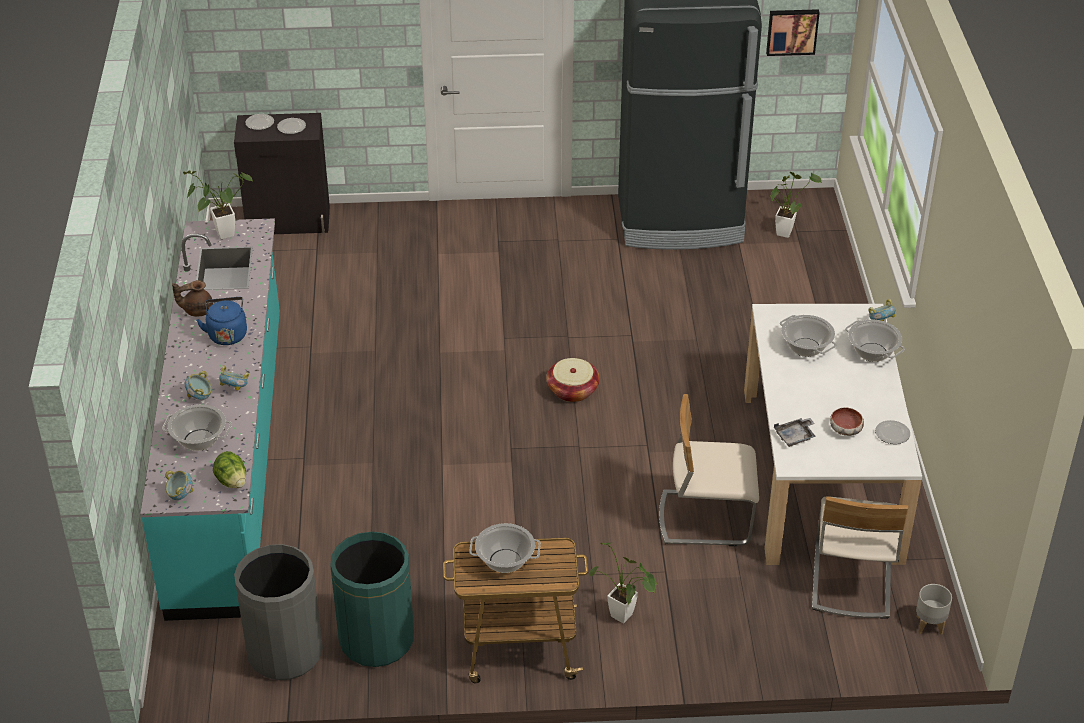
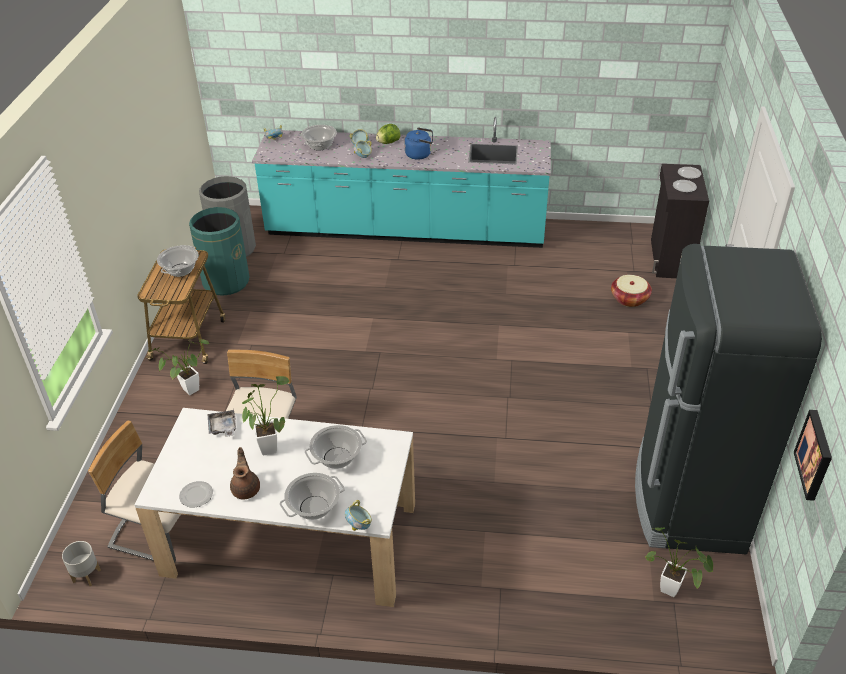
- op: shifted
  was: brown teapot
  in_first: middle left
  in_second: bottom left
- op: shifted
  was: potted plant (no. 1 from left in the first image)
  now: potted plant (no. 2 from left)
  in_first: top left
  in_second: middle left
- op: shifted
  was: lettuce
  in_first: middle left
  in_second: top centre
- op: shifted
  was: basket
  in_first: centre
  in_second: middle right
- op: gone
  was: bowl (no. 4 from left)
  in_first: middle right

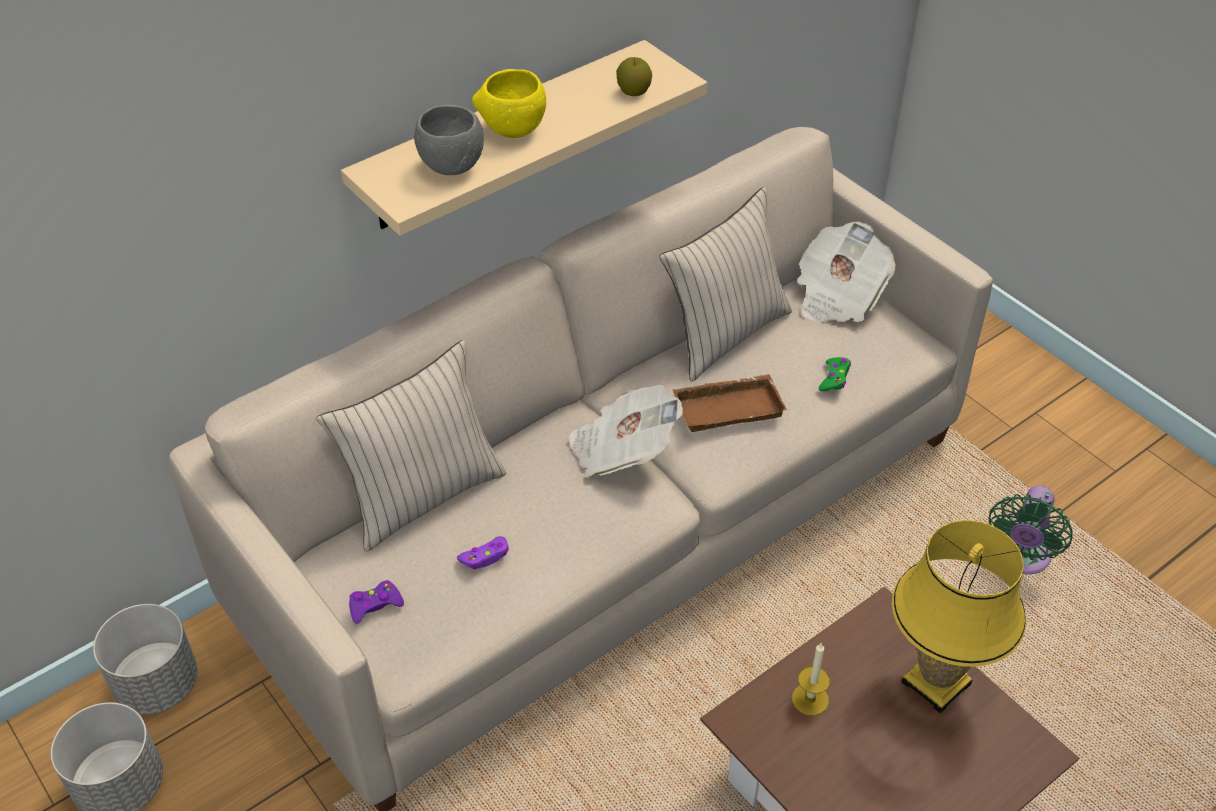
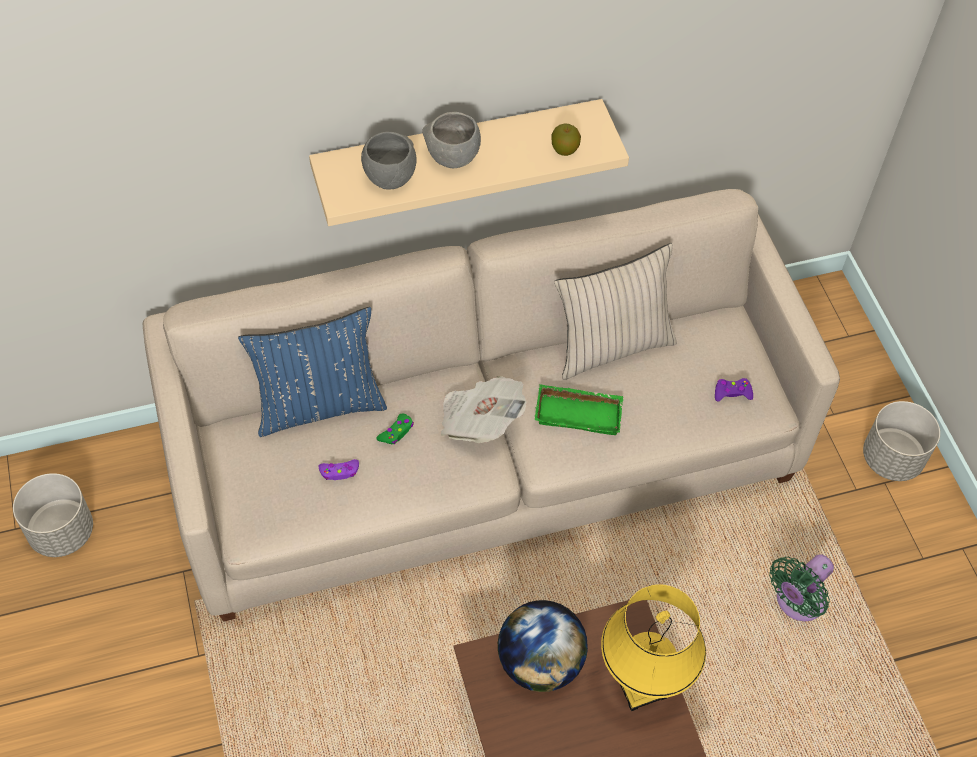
- op: repainted
  was: beige pillow (no. 1 from left)
  now: blue pillow
  in_first: centre
  in_second: middle left
- op: shifted
  was: green game controller
  in_first: middle right
  in_second: centre
- op: repainted
  was: yellow bowl
  now: grey bowl (no. 2 from left)
  in_first: top centre
  in_second: top centre
- op: swapped
  was: candle
  now: globe
  in_first: bottom right
  in_second: bottom centre
- op: repainted
  was: brown tray
  now: green tray
  in_first: centre
  in_second: centre
- op: shifted
  was: purple game controller (no. 1 from left in the first image)
  now: purple game controller (no. 2 from left)
  in_first: bottom left
  in_second: middle right
- op: shifted
  was: grey planter (no. 2 from left)
  in_first: bottom left
  in_second: middle right
- op: gone
  was: newspaper (no. 2 from left)
  in_first: middle right

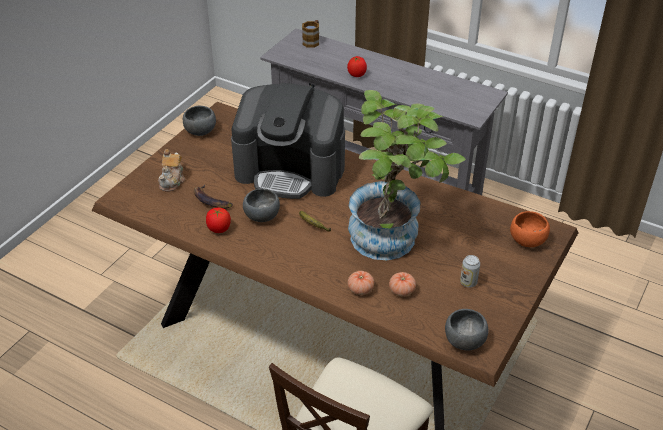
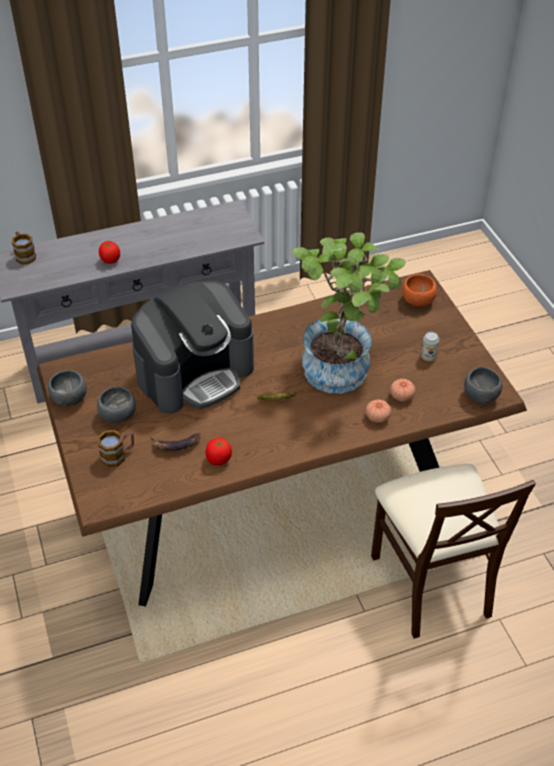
- op: shifted
  was: grey bowl (no. 2 from left)
  in_first: centre
  in_second: middle left
- op: swapped
  was: teapot
  now: mug (no. 2 from left)
  in_first: middle left
  in_second: middle left

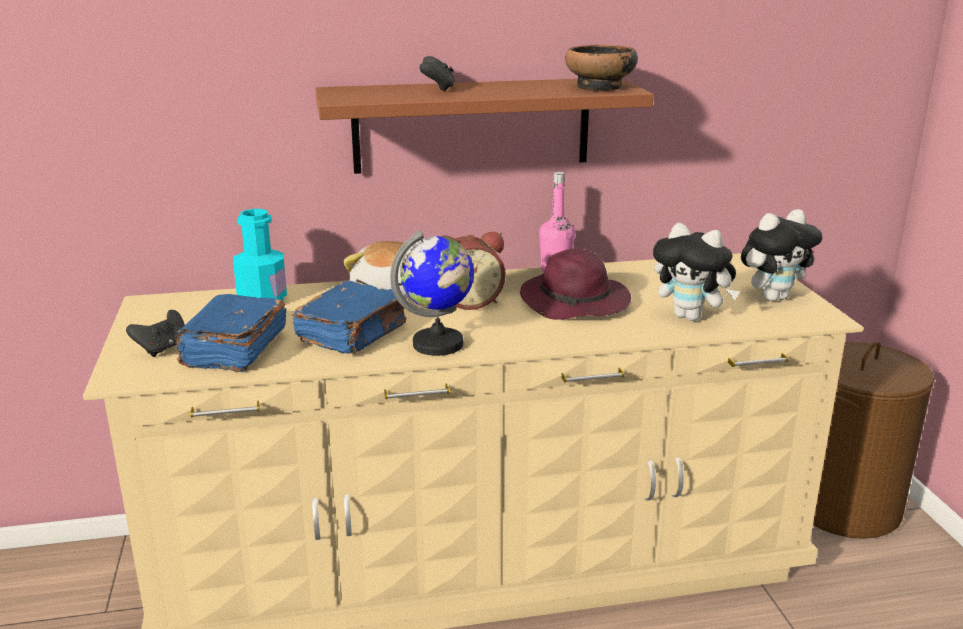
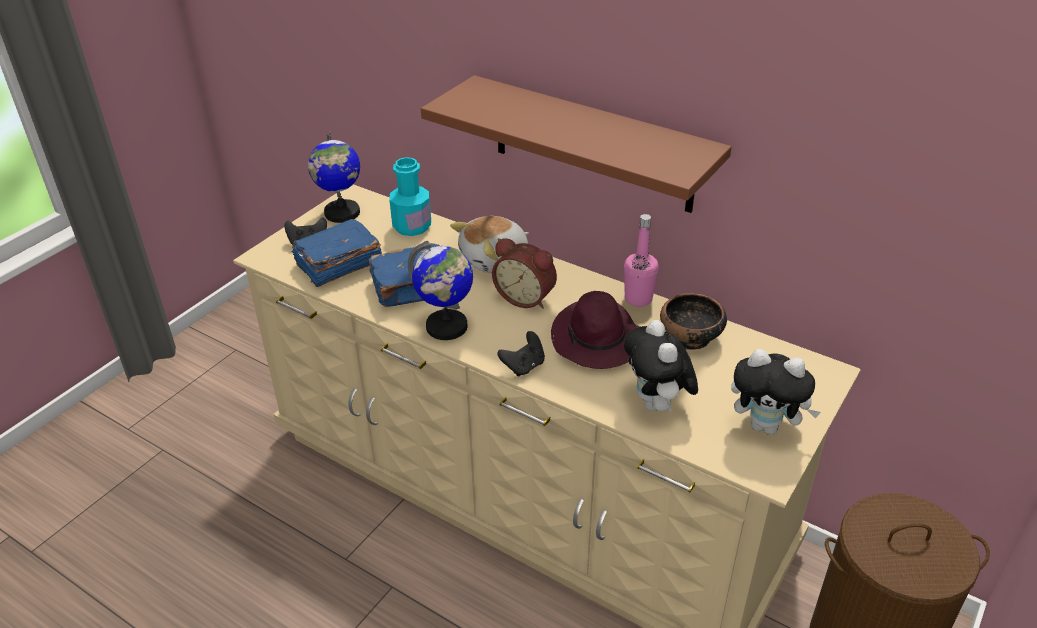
- op: new
  now: globe (no. 1 from left)
  in_second: top left
- op: shifted
  was: black game controller (no. 2 from left)
  in_first: top centre
  in_second: centre
- op: shifted
  was: bowl
  in_first: top centre
  in_second: middle right

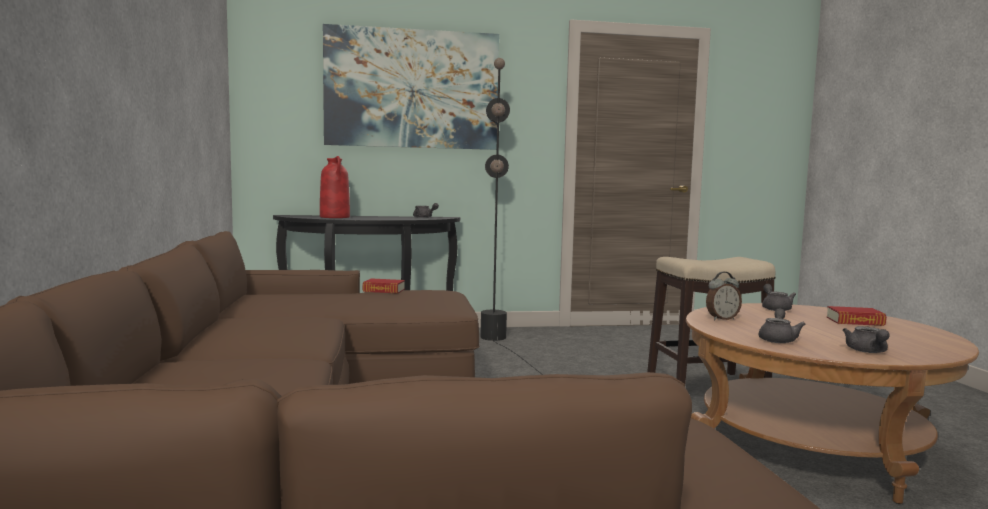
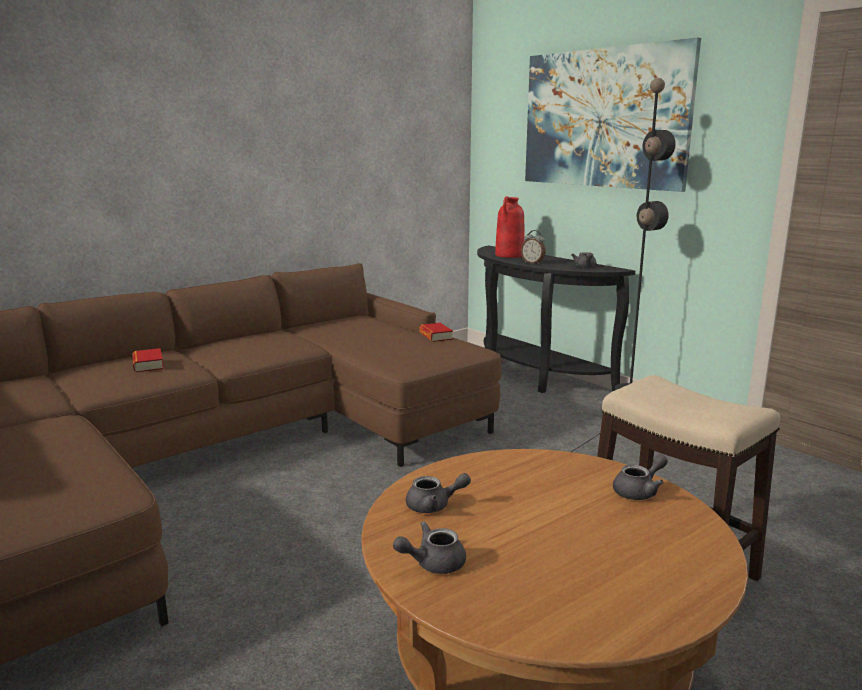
- op: shifted
  was: book (no. 2 from left in the first image)
  now: book (no. 1 from left)
  in_first: middle right
  in_second: middle left
- op: shifted
  was: alarm clock
  in_first: middle right
  in_second: centre

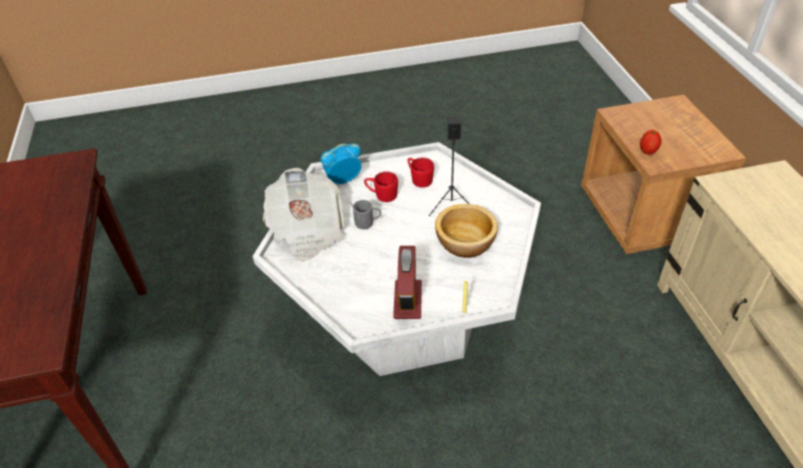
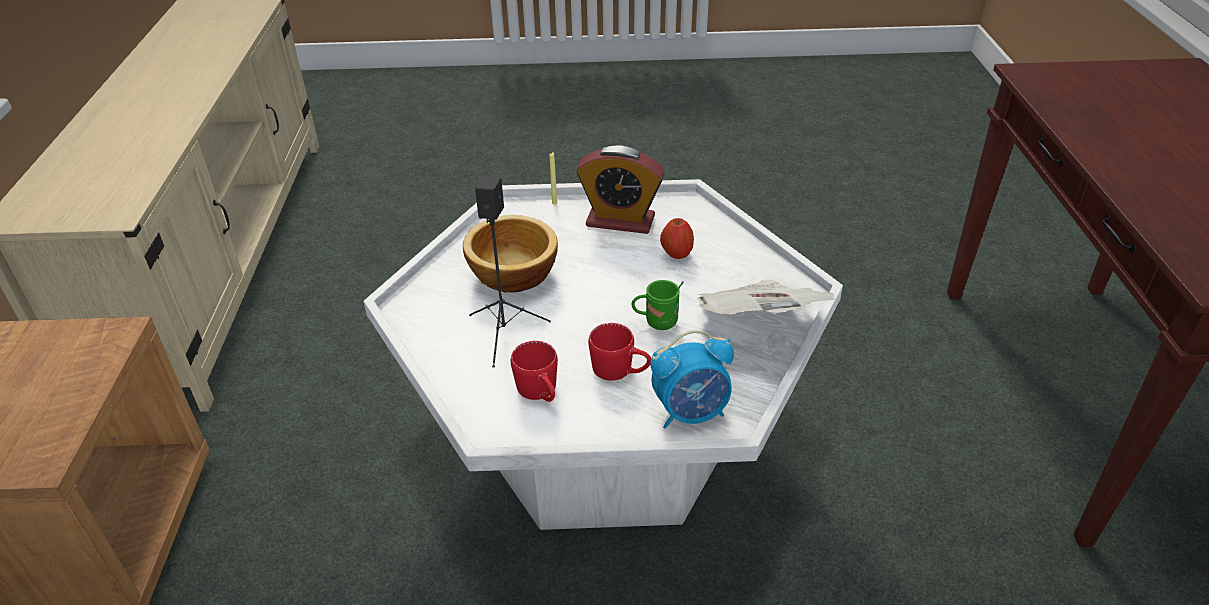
- op: rotated
  was: alarm clock (no. 2 from left in the first image)
  in_first: centre
  in_second: top centre
  clockwise: -90
- op: repainted
  was: grey mug
  now: green mug
  in_first: centre
  in_second: centre
- op: shifted
  was: apple
  in_first: top right
  in_second: centre

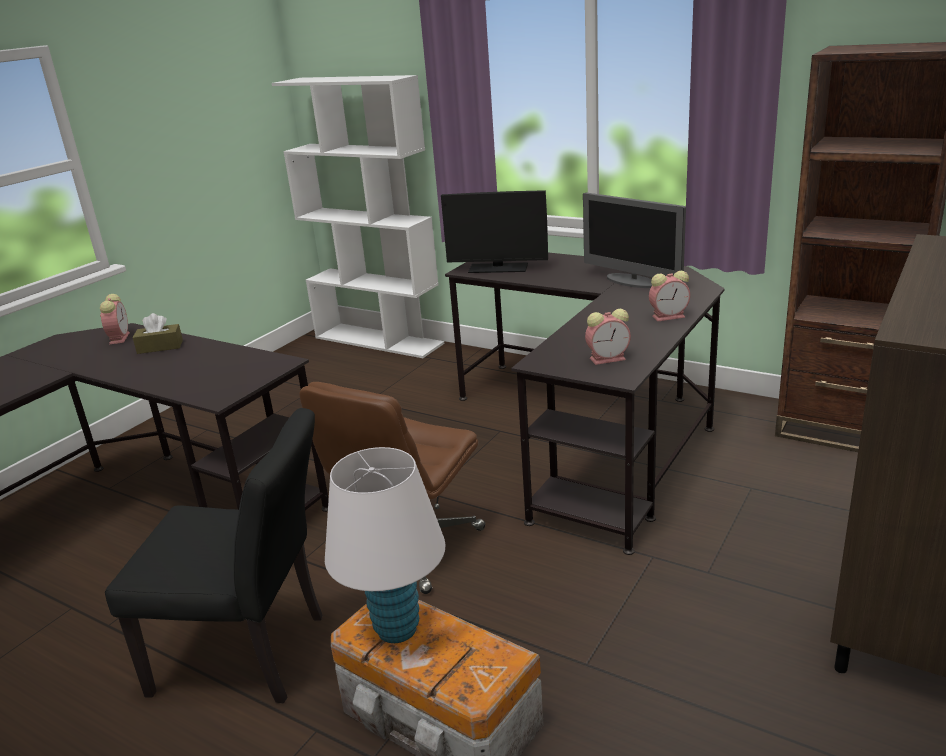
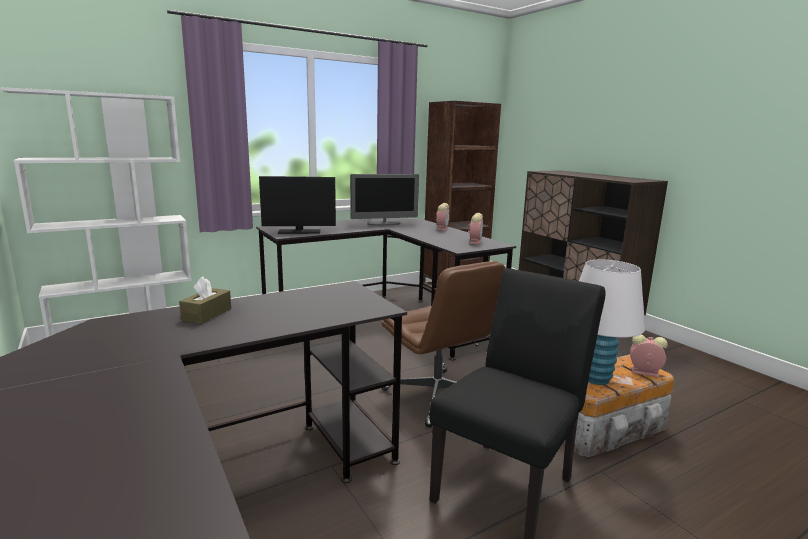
- op: rotated
  was: monitor (no. 1 from left)
  in_first: top centre
  in_second: centre
  clockwise: 45
- op: shifted
  was: alarm clock (no. 1 from left in the first image)
  now: alarm clock (no. 3 from left)
  in_first: middle left
  in_second: middle right

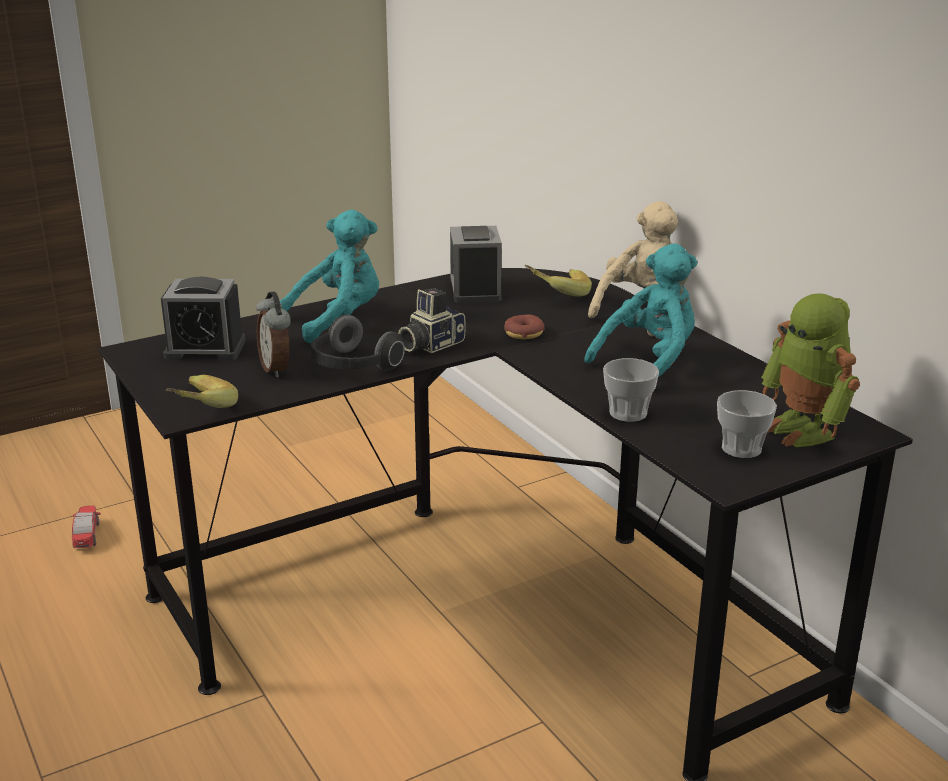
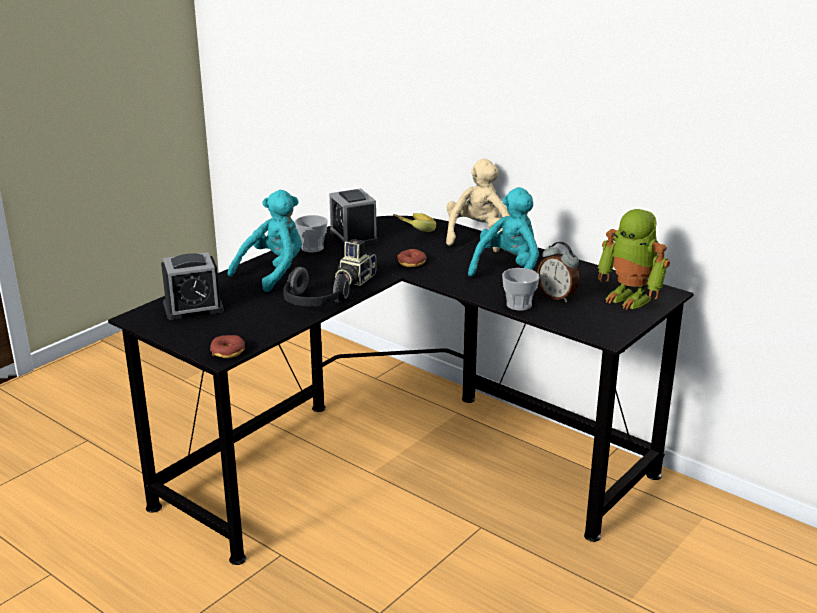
- op: swapped
  was: banana (no. 1 from left)
  now: donut (no. 1 from left)
  in_first: middle left
  in_second: middle left
- op: shifted
  was: cup (no. 2 from left in the first image)
  now: cup (no. 1 from left)
  in_first: middle right
  in_second: centre
- op: shifted
  was: alarm clock (no. 2 from left in the first image)
  now: alarm clock (no. 3 from left)
  in_first: middle left
  in_second: middle right
- op: gone
  was: toy car
  in_first: bottom left

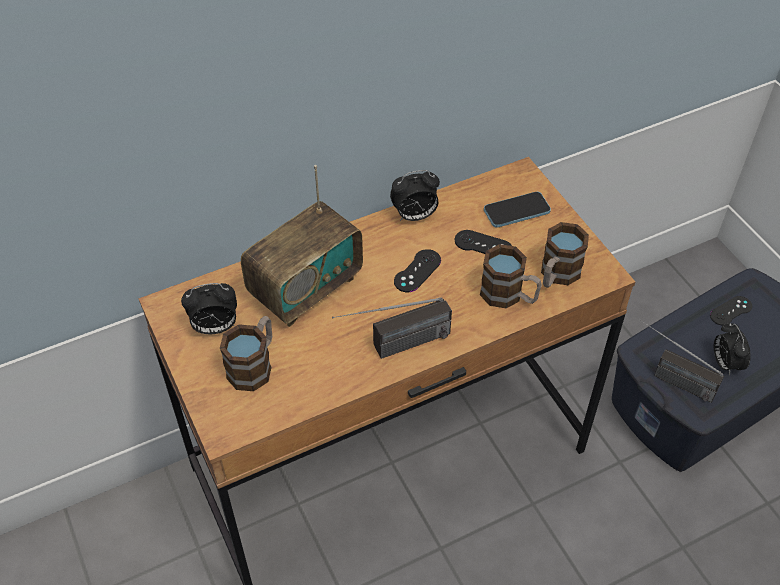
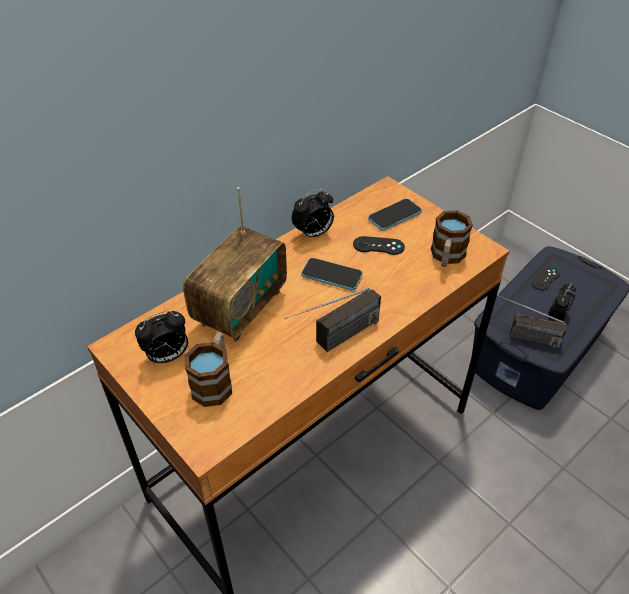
- op: swapped
  was: black game controller (no. 1 from left)
  now: phone (no. 1 from left)
  in_first: centre
  in_second: centre
- op: rotated
  was: alarm clock (no. 3 from left)
  in_first: middle right
  in_second: middle right
  clockwise: -120
- op: gone
  was: mug (no. 2 from left)
  in_first: centre

